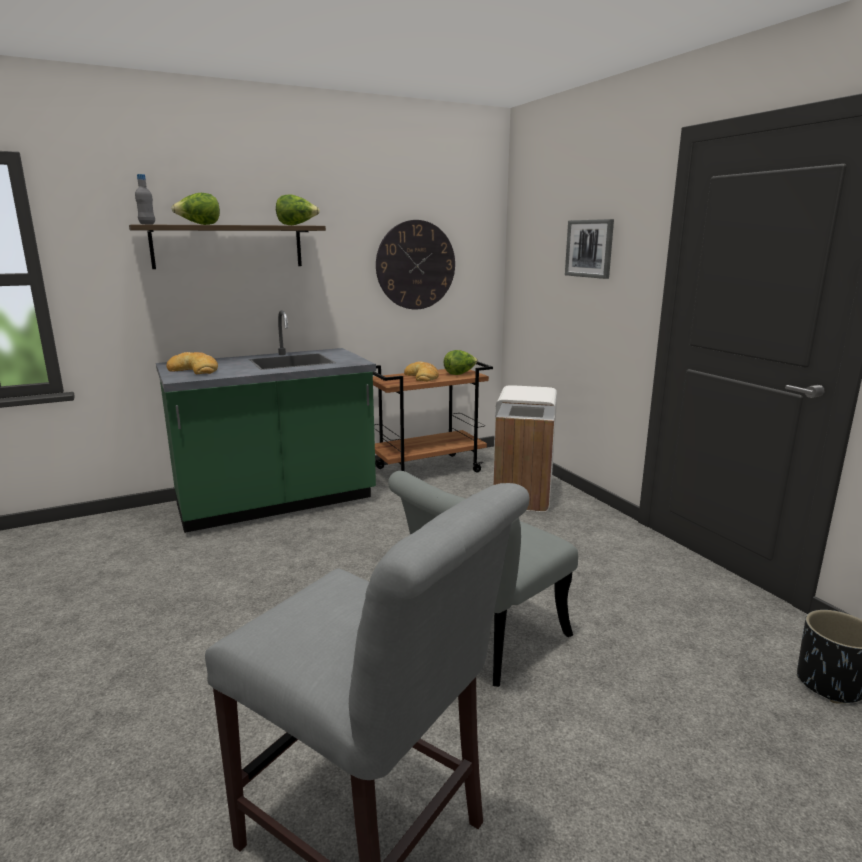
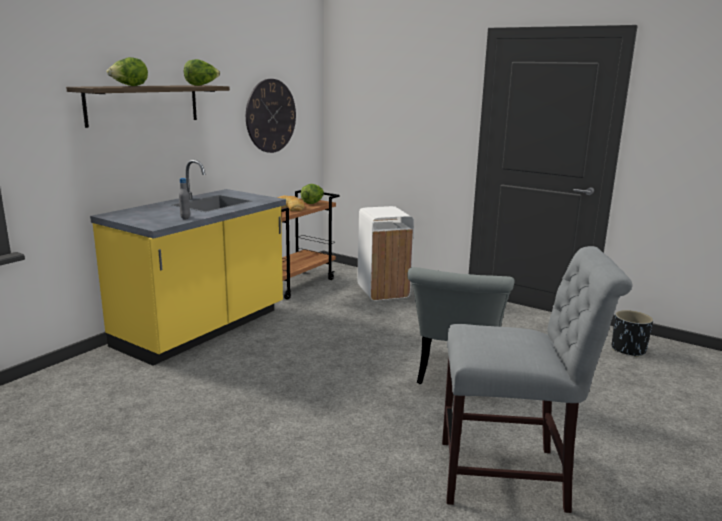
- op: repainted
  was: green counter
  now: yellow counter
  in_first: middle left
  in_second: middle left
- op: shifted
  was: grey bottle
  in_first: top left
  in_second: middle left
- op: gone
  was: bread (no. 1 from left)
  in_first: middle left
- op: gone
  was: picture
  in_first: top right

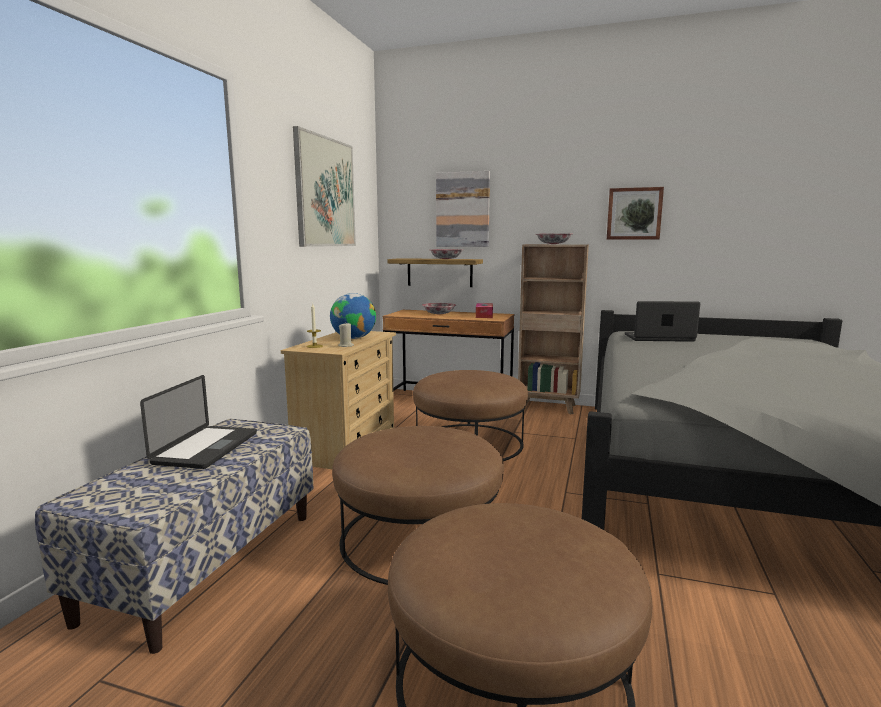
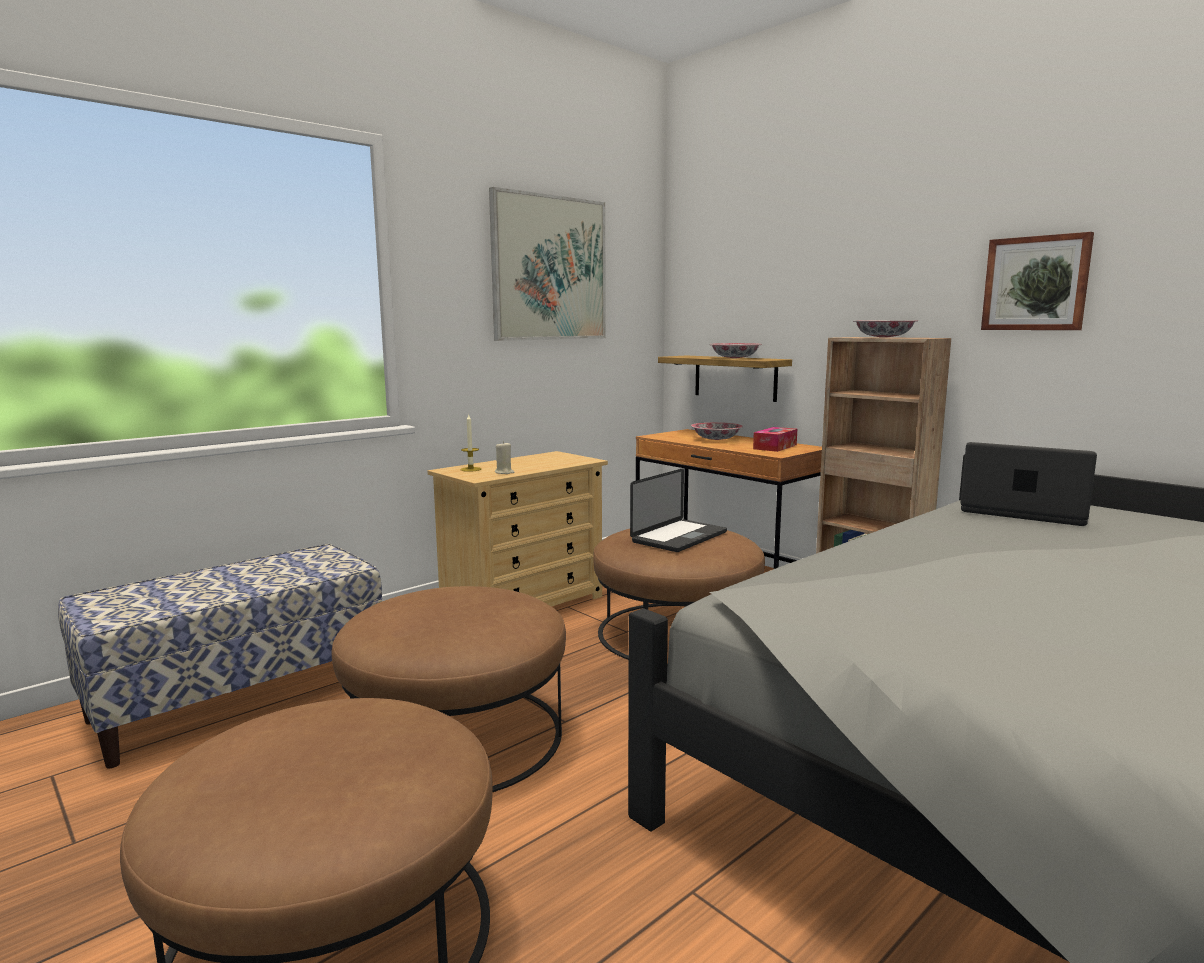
- op: shifted
  was: laptop (no. 1 from left)
  in_first: middle left
  in_second: centre
- op: gone
  was: globe
  in_first: centre
- op: gone
  was: picture (no. 2 from left)
  in_first: top centre

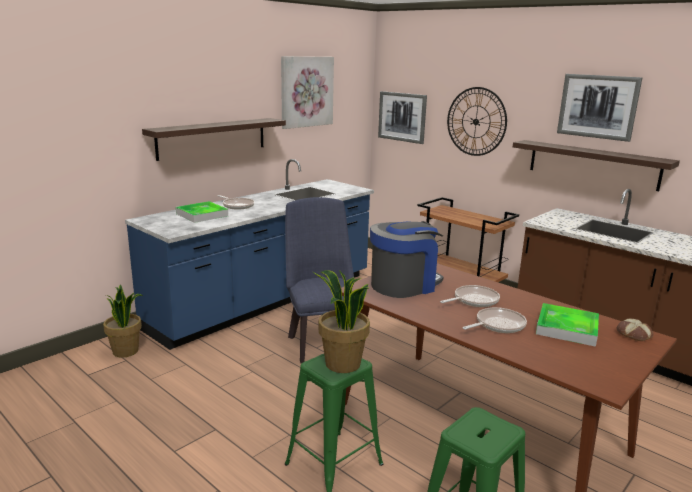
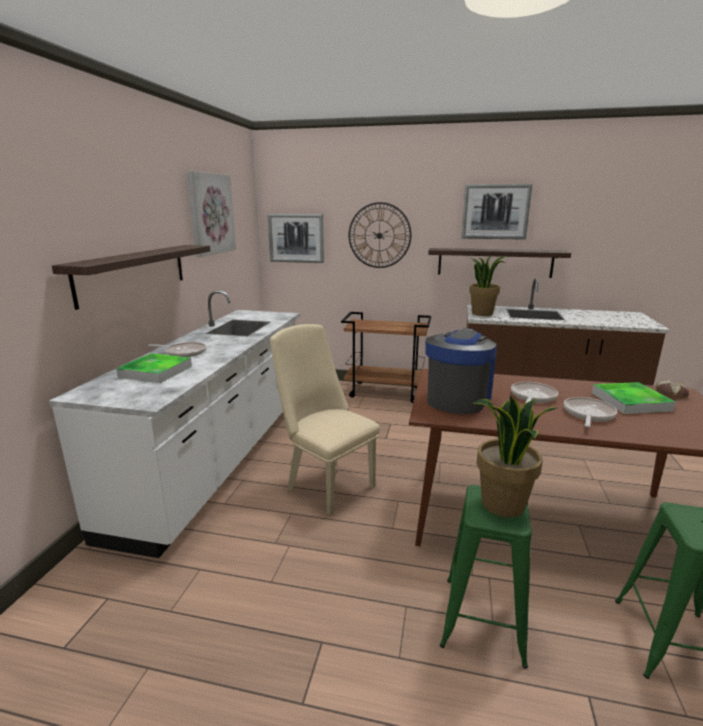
- op: repainted
  was: blue counter
  now: white counter
  in_first: centre
  in_second: middle left
- op: repainted
  was: blue chair
  now: beige chair
  in_first: centre
  in_second: centre
- op: shifted
  was: potted plant (no. 1 from left)
  in_first: middle left
  in_second: middle right

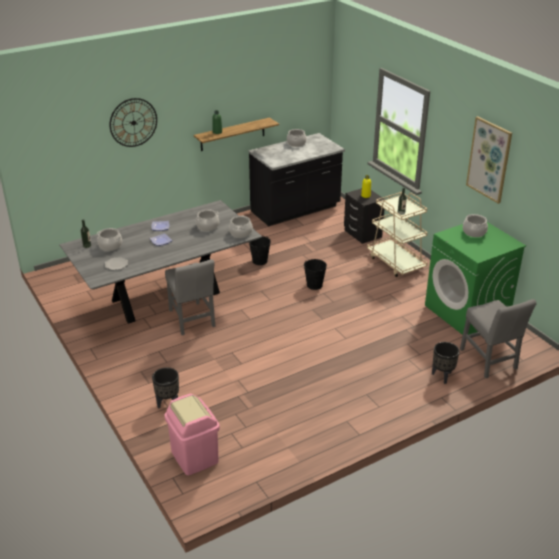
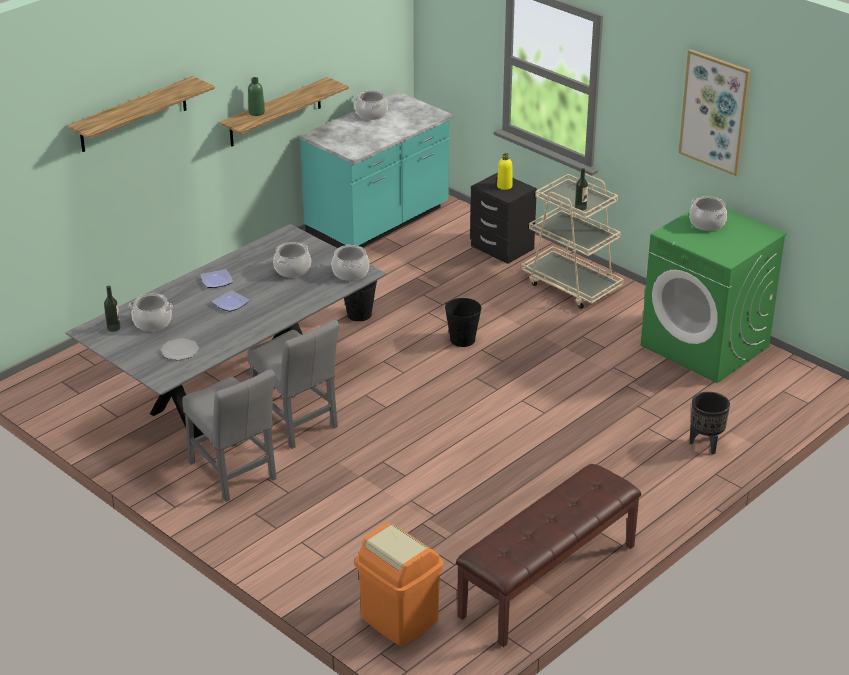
- op: swapped
  was: wall clock
  now: shelf (no. 1 from left)
  in_first: top left
  in_second: top left
- op: shifted
  was: grey chair (no. 2 from left in the first image)
  now: grey chair (no. 1 from left)
  in_first: middle right
  in_second: middle left
- op: repainted
  was: black counter
  now: turquoise counter
  in_first: top centre
  in_second: top centre
- op: repainted
  was: pink trash can
  now: orange trash can
  in_first: bottom centre
  in_second: bottom centre
- op: new
  now: brown bench
  in_second: bottom centre
- op: gone
  was: black planter (no. 1 from left)
  in_first: bottom left

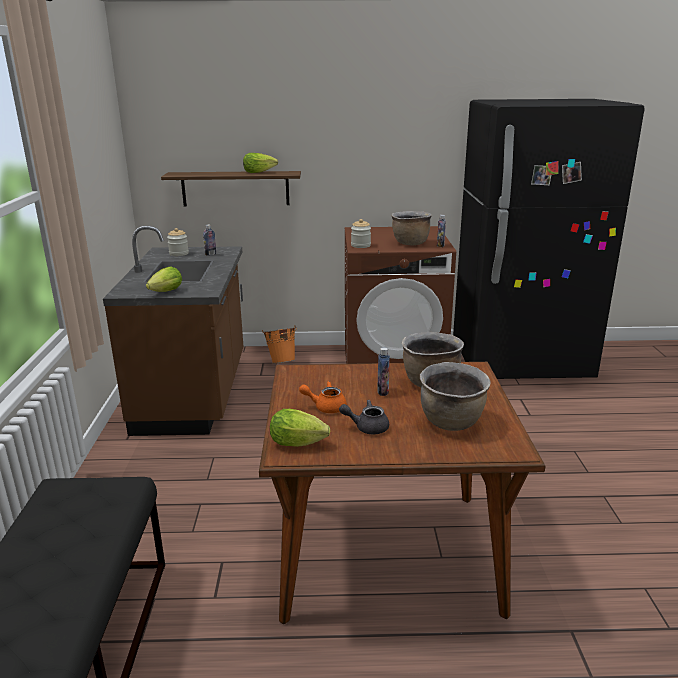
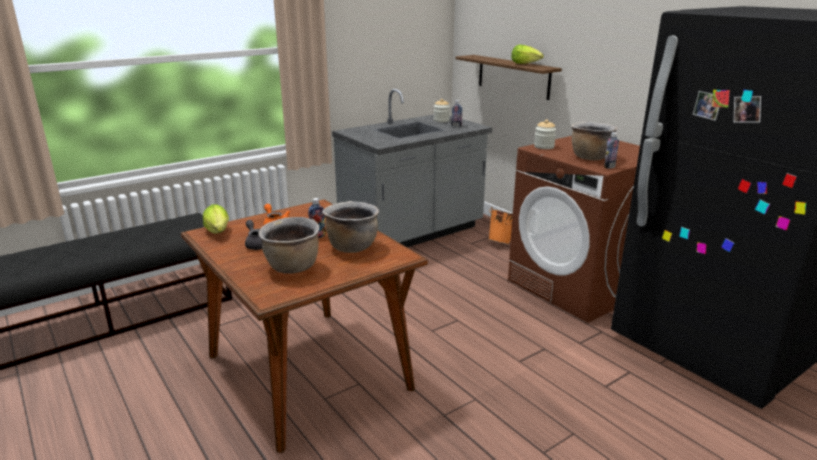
- op: repainted
  was: brown counter
  now: grey counter
  in_first: middle left
  in_second: centre
- op: gone
  was: lettuce (no. 1 from left)
  in_first: middle left

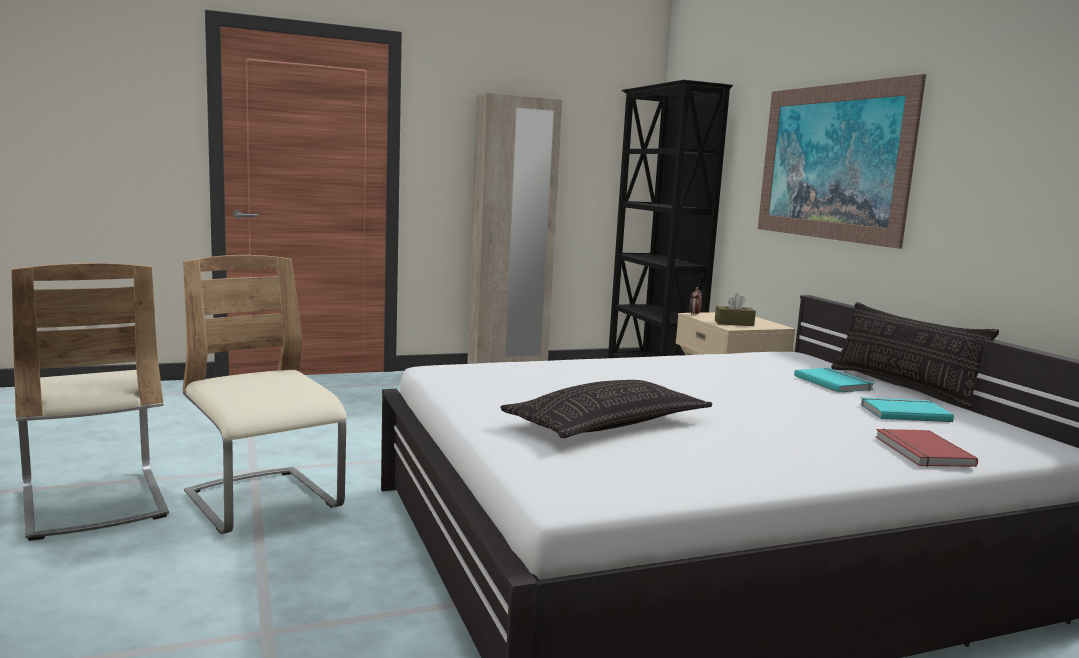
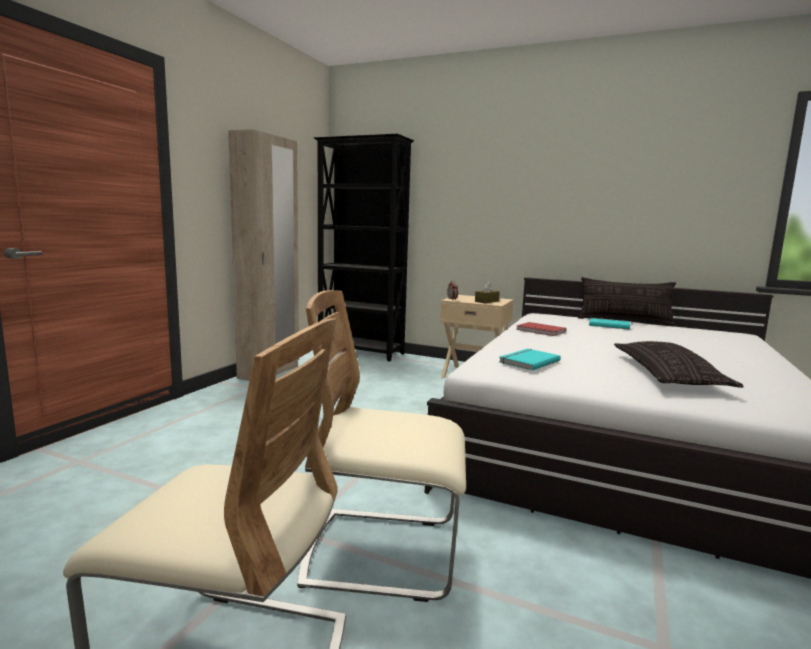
- op: shifted
  was: turquoise book (no. 2 from left in the first image)
  now: turquoise book (no. 1 from left)
  in_first: middle right
  in_second: centre
- op: shifted
  was: red book
  in_first: bottom right
  in_second: middle right
- op: gone
  was: picture
  in_first: top right

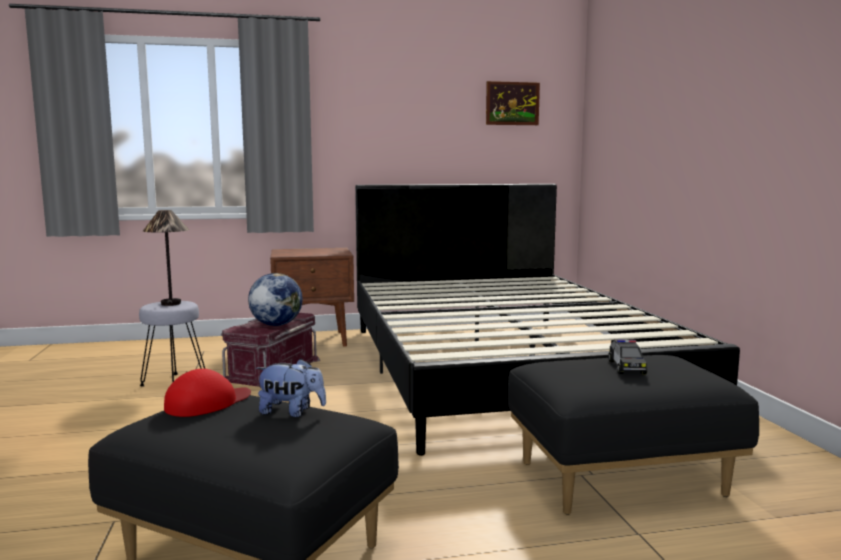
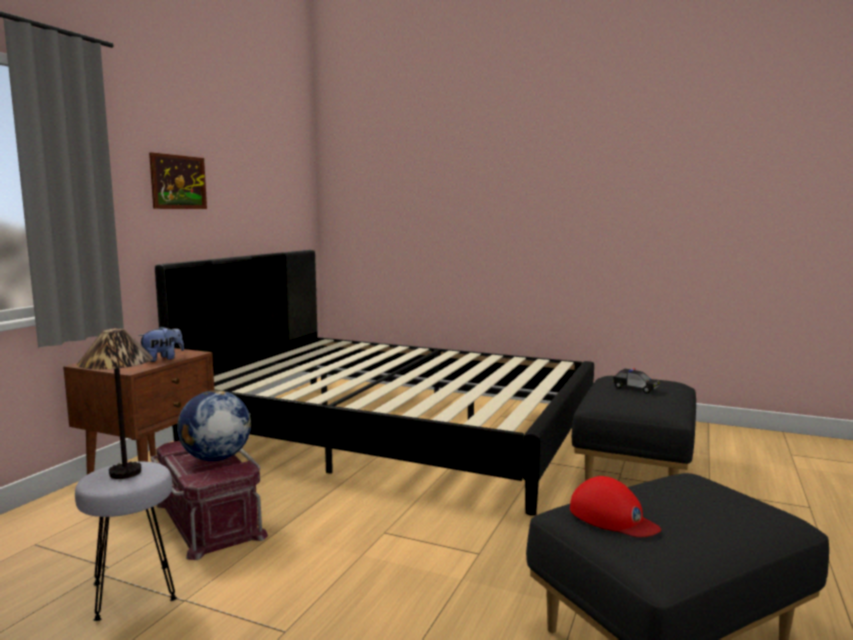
- op: shifted
  was: plush toy
  in_first: bottom centre
  in_second: middle left
- op: shifted
  was: picture
  in_first: top centre
  in_second: top left
- op: rotated
  was: red cap
  in_first: bottom left
  in_second: bottom right
  clockwise: 150

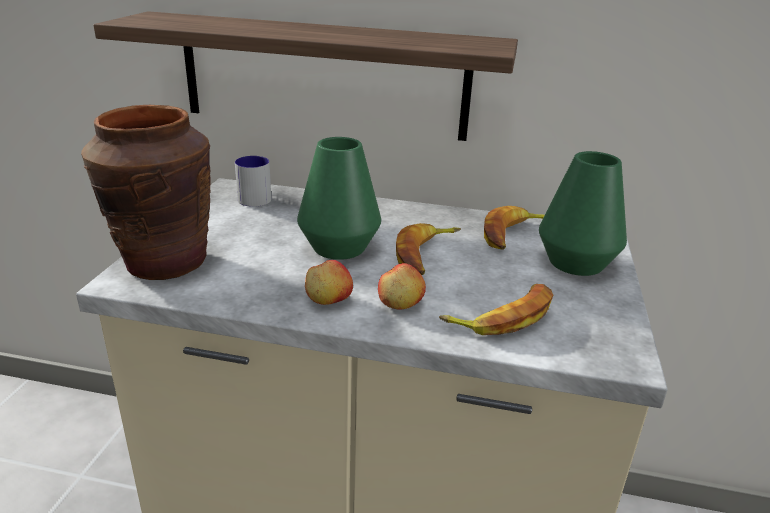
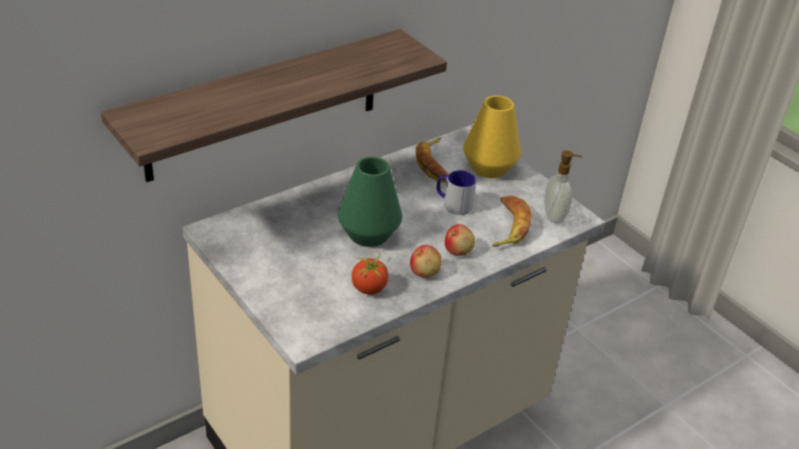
- op: new
  now: tomato
  in_second: centre
- op: shifted
  was: mug
  in_first: middle left
  in_second: centre
- op: repainted
  was: green vase (no. 2 from left)
  now: yellow vase
  in_first: middle right
  in_second: top centre
- op: new
  now: soap dispenser
  in_second: middle right
- op: gone
  was: brown vase
  in_first: middle left
- op: gone
  was: banana (no. 1 from left)
  in_first: centre

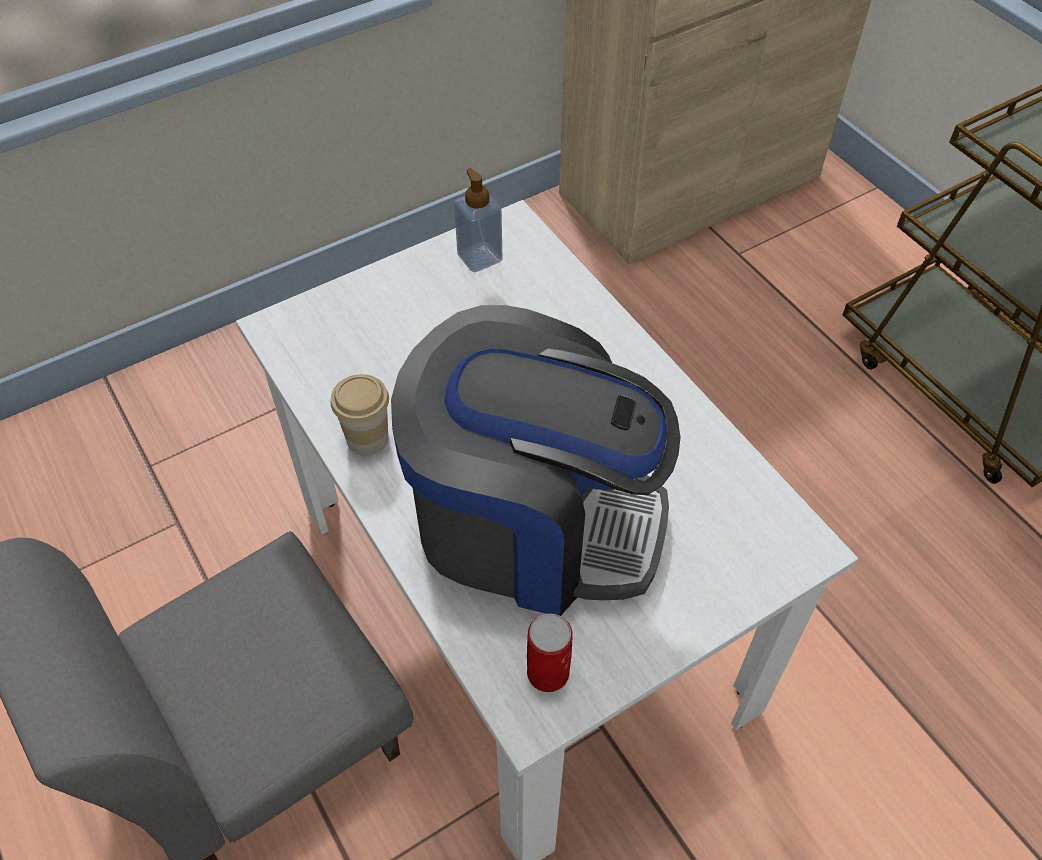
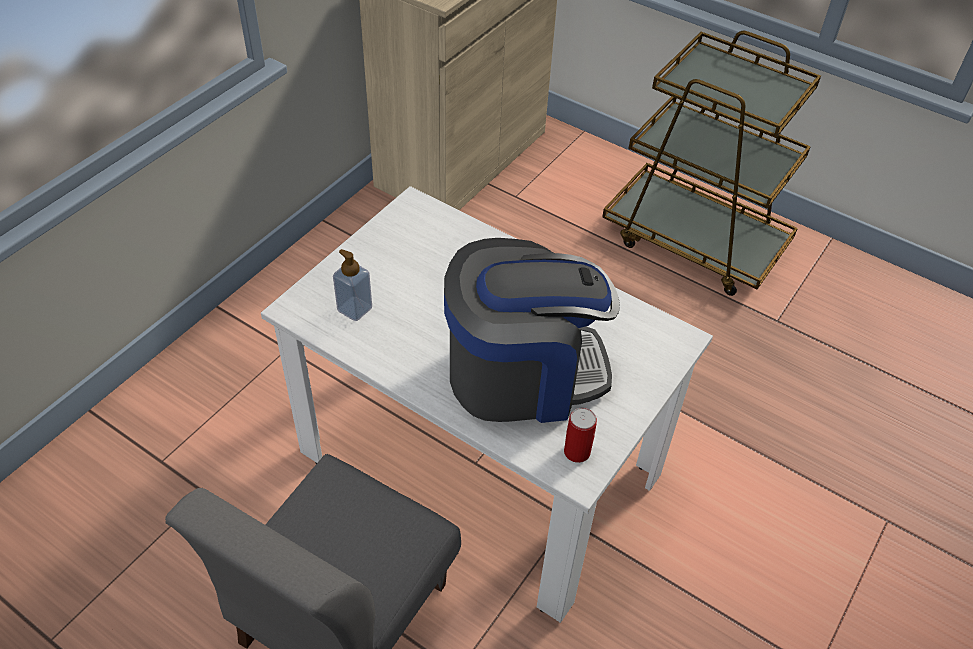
- op: shifted
  was: soap dispenser
  in_first: top centre
  in_second: centre
- op: gone
  was: cup
  in_first: centre

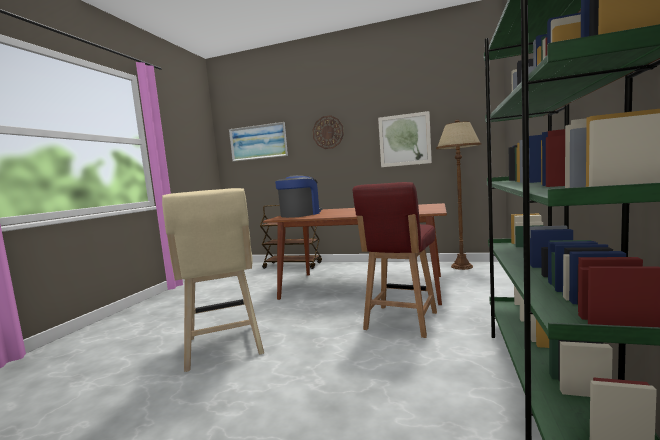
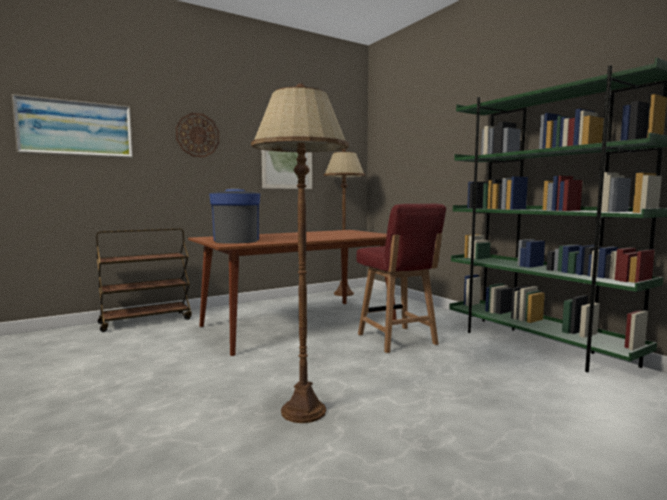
- op: swapped
  was: beige stool
  now: brown floor lamp (no. 1 from left)
  in_first: middle left
  in_second: centre

